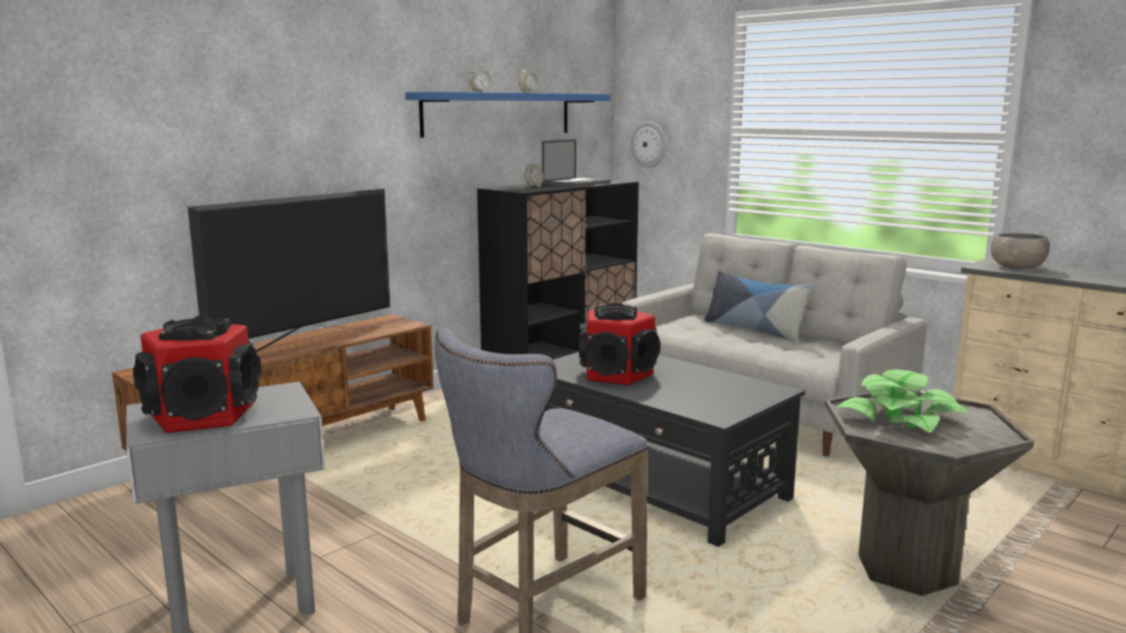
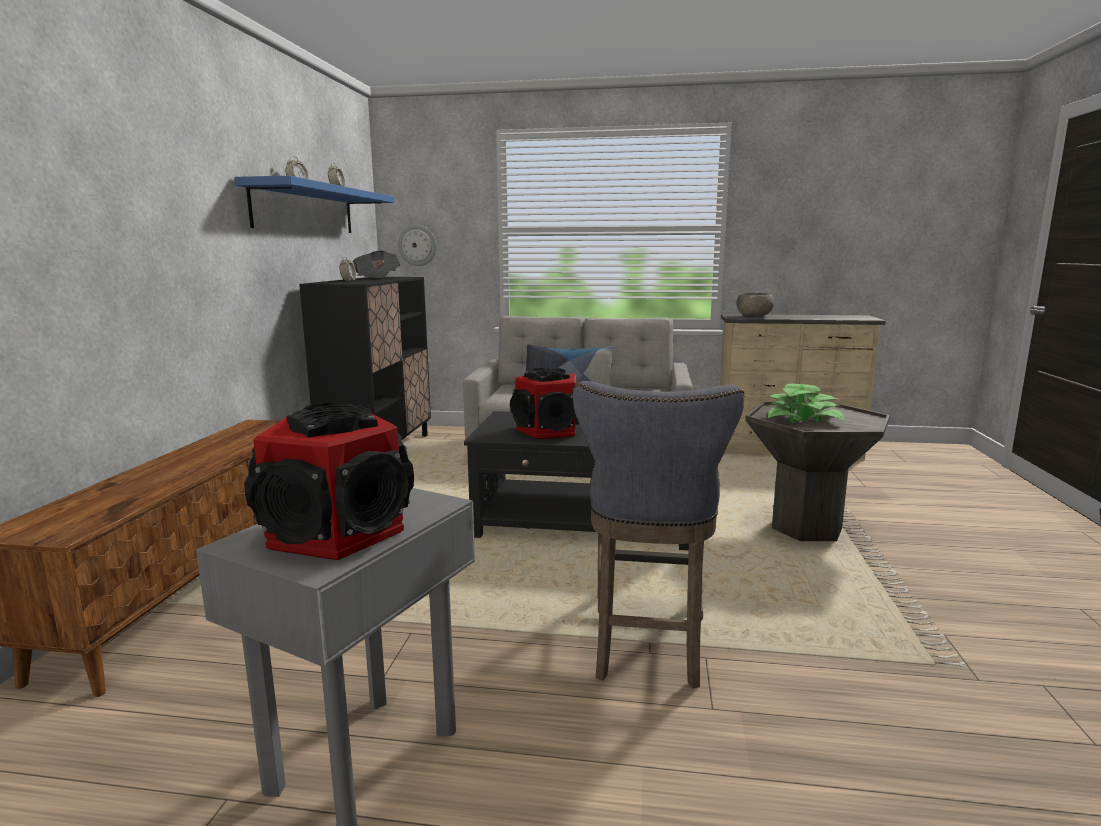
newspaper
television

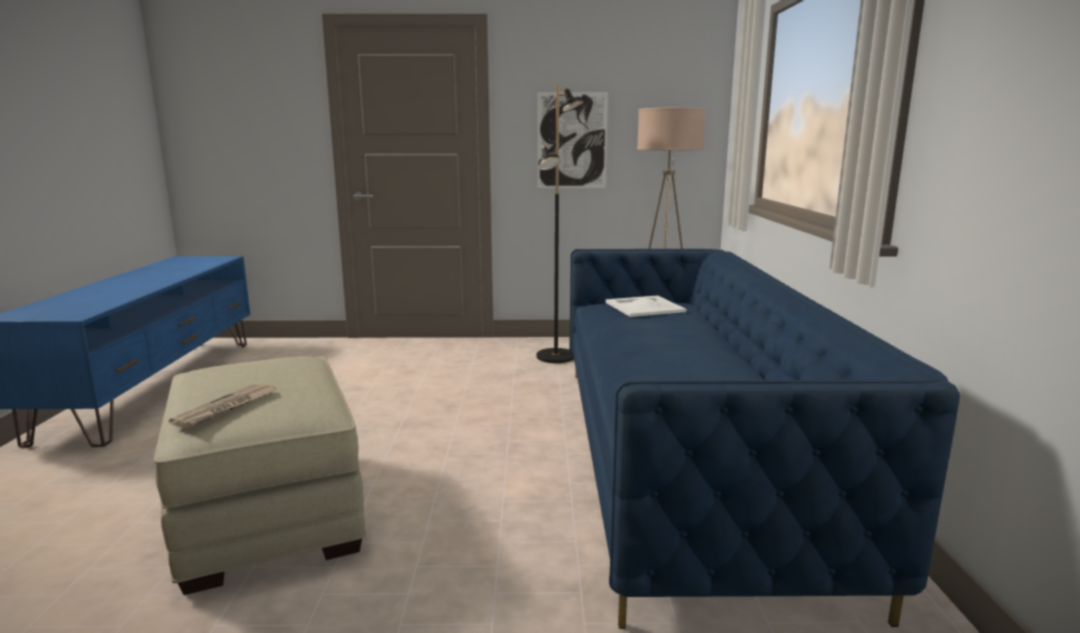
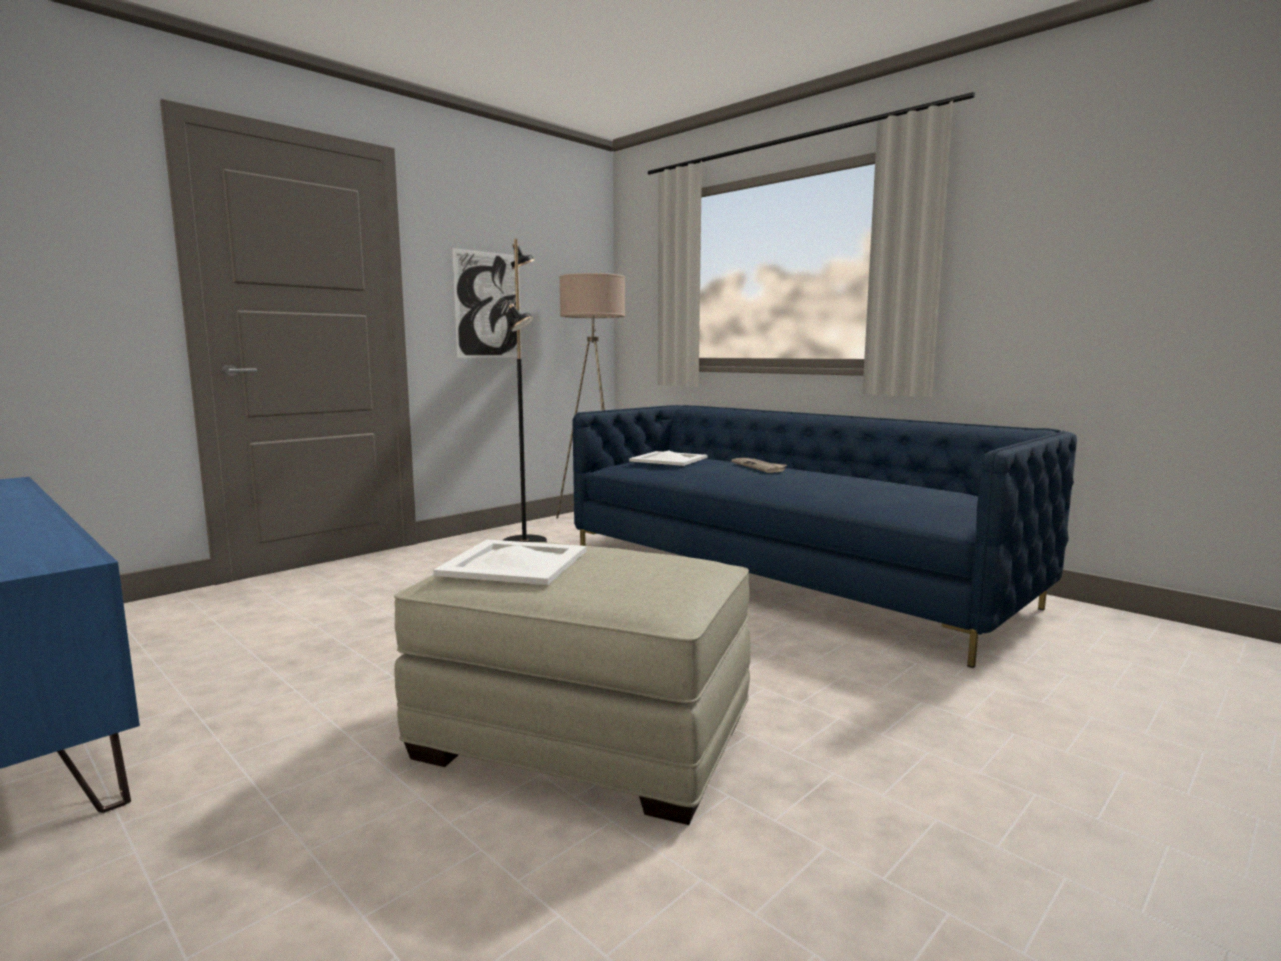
white tray (1st from left)
newspaper

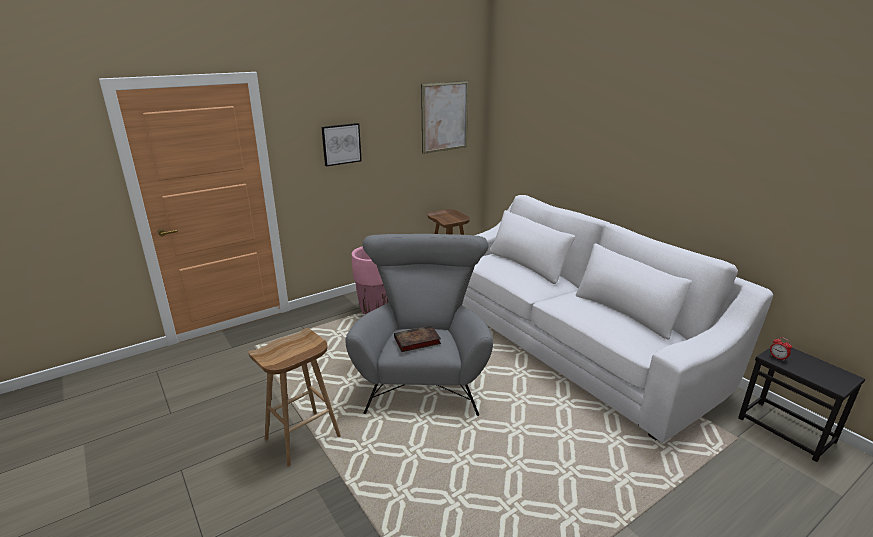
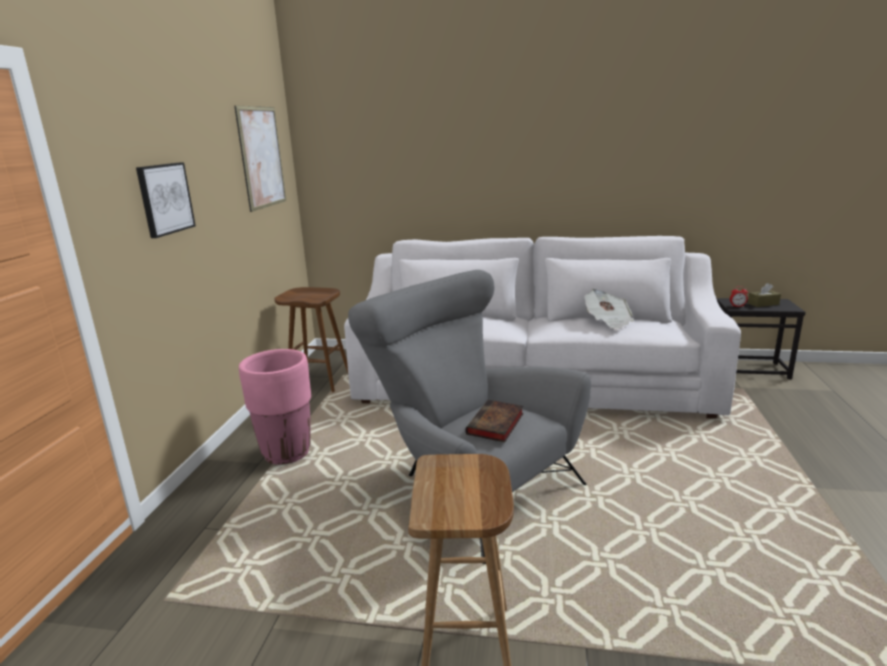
newspaper
brown tissue box

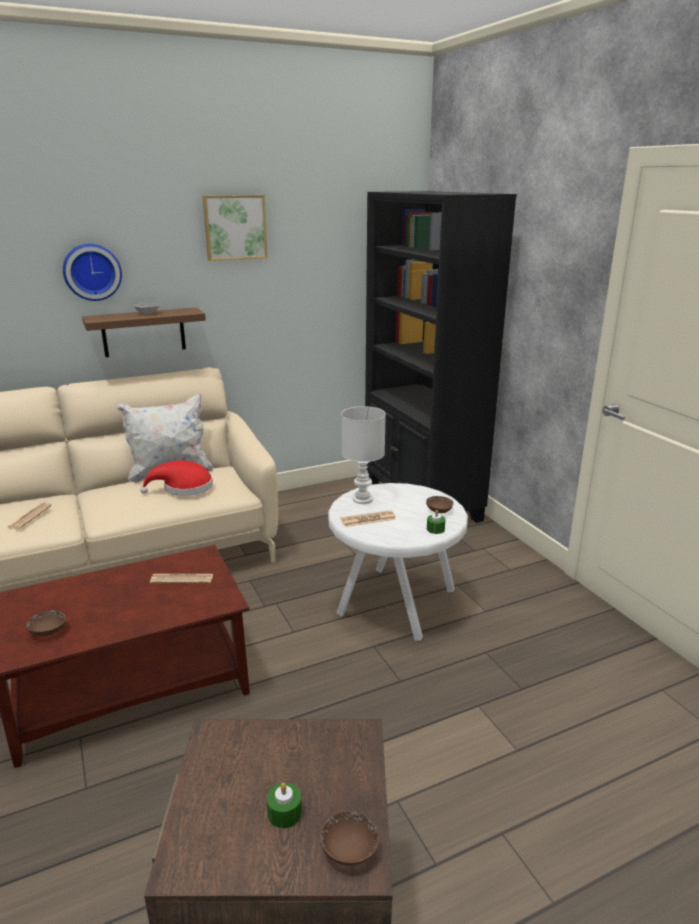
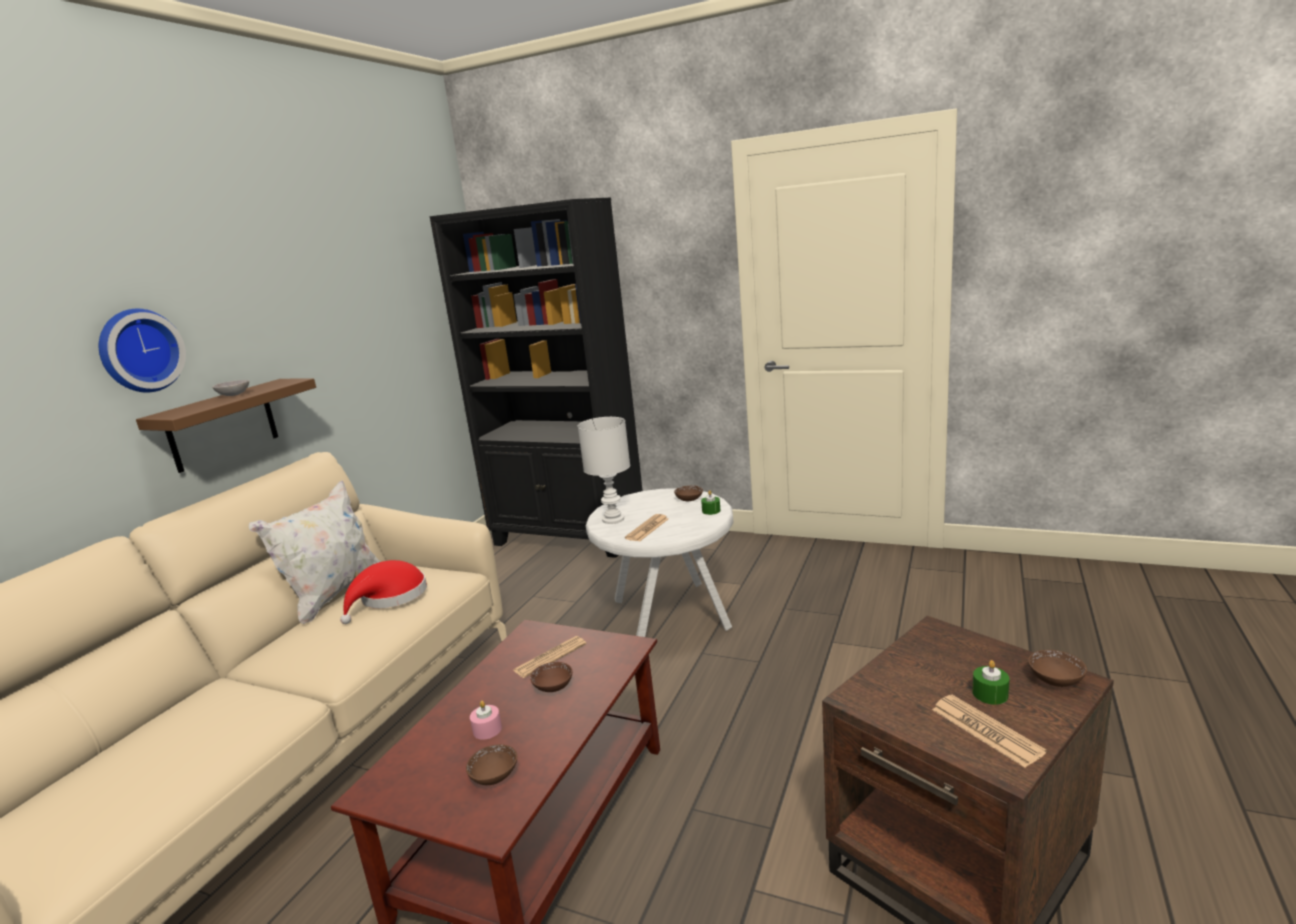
pink candle
brown bowl (2nd from left)
newspaper (3rd from left)
picture

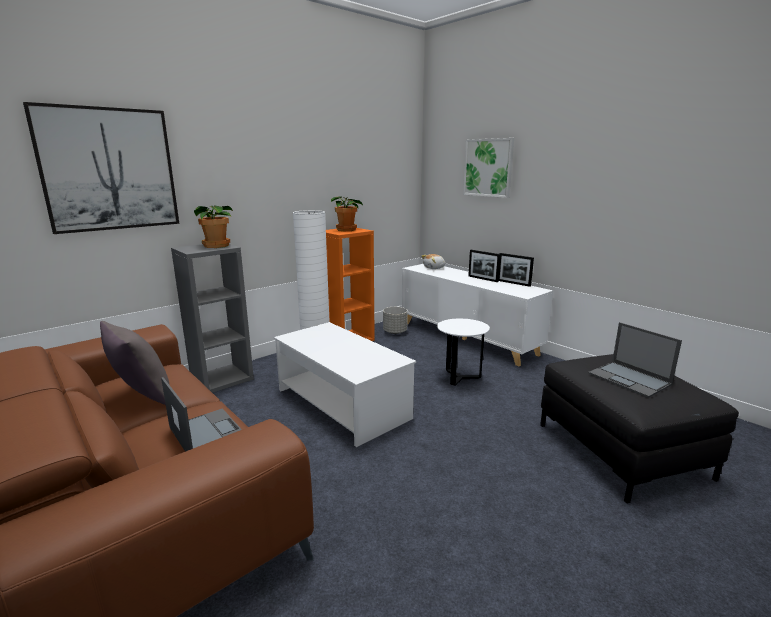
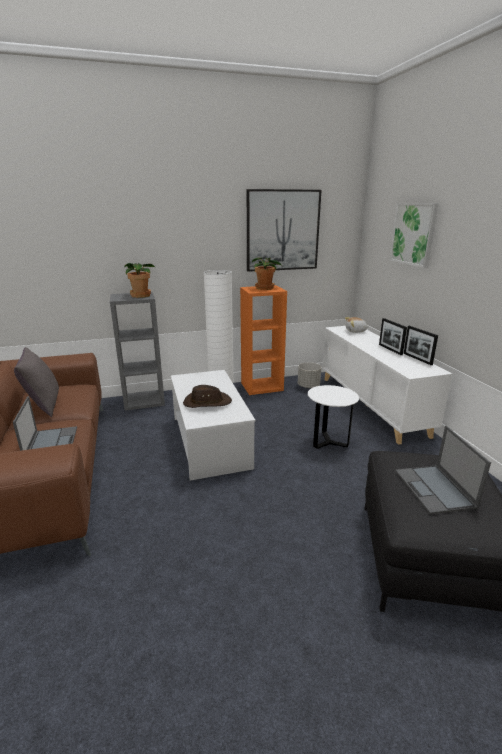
brown hat
picture (1st from left)

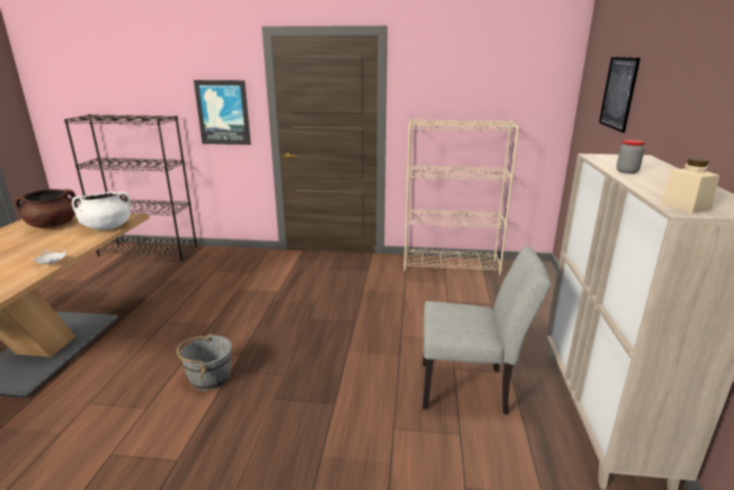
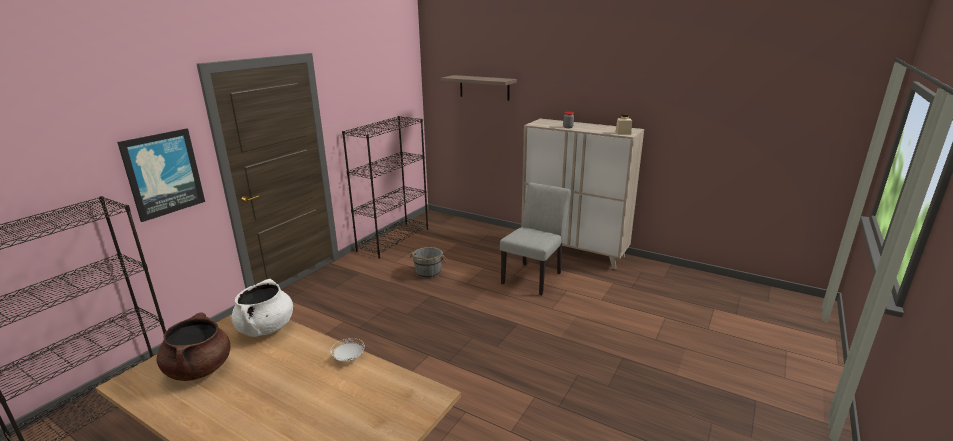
black bookcase (2nd from left)
grey bucket
shelf

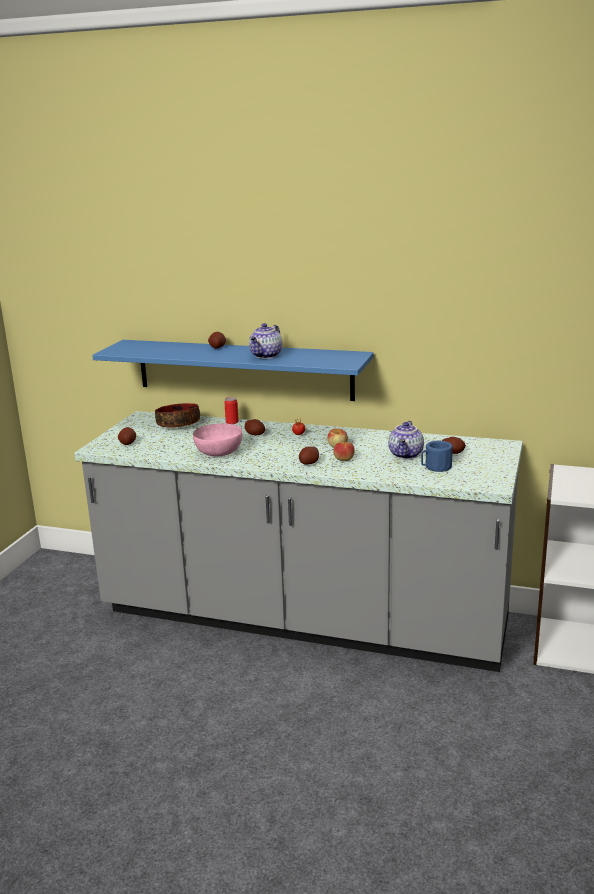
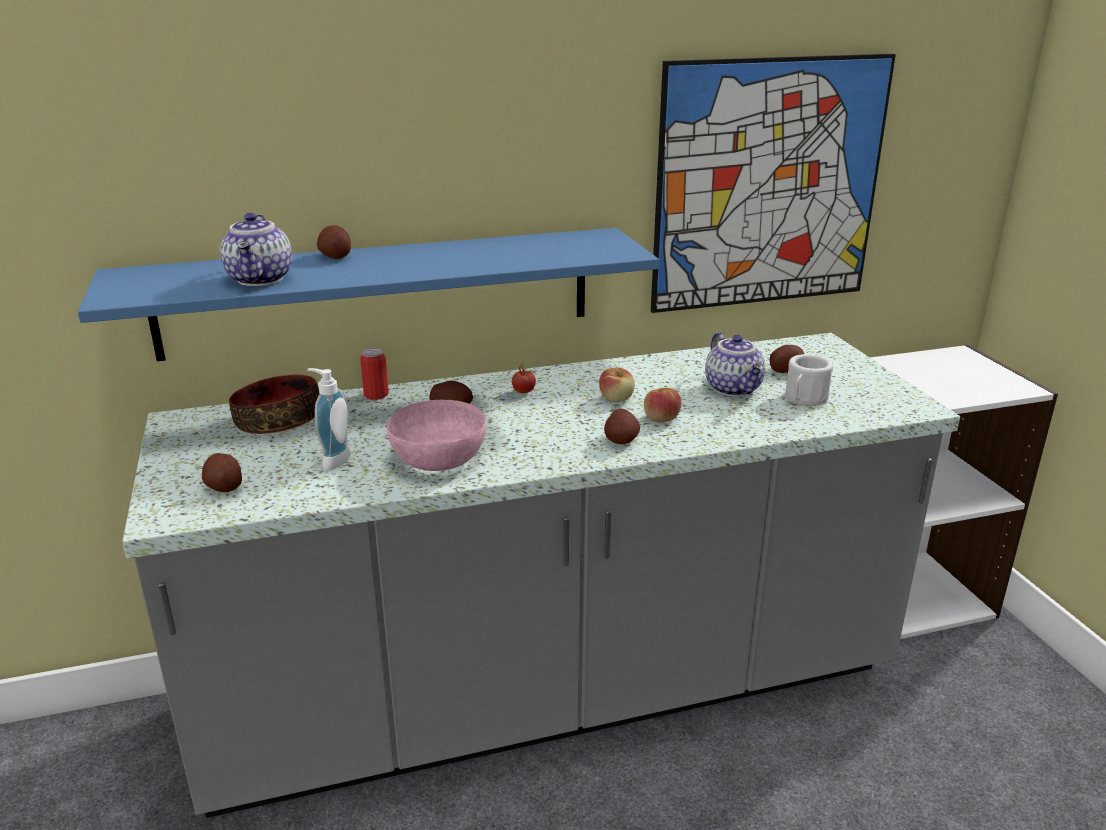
teapot (1st from left)
soap dispenser
picture
white mug

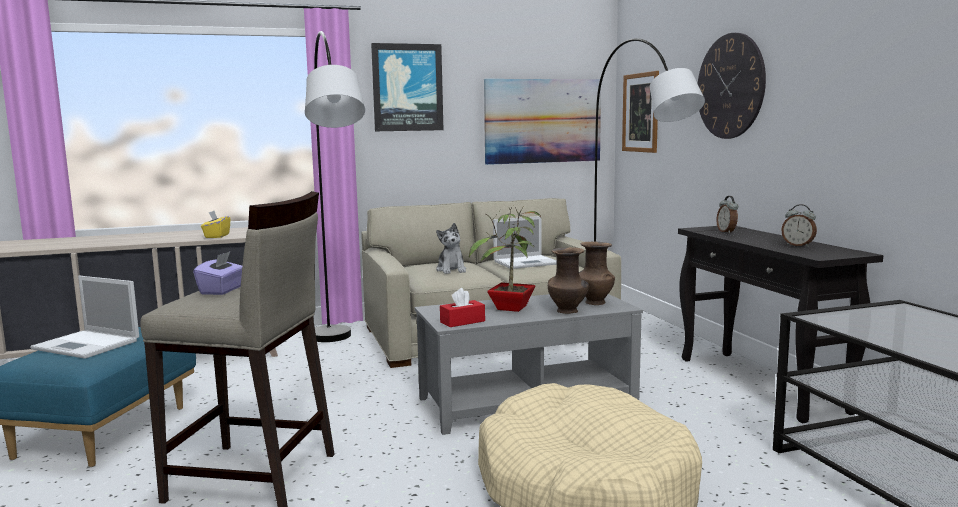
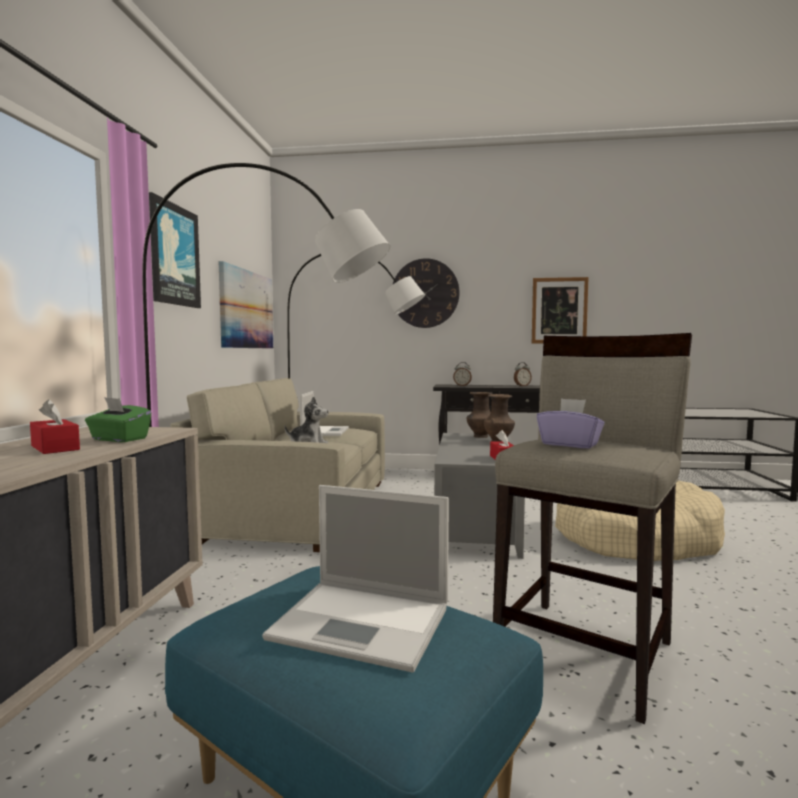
red tissue box (1st from left)
green tissue box
laptop (2nd from left)
picture (3rd from left)
potted plant

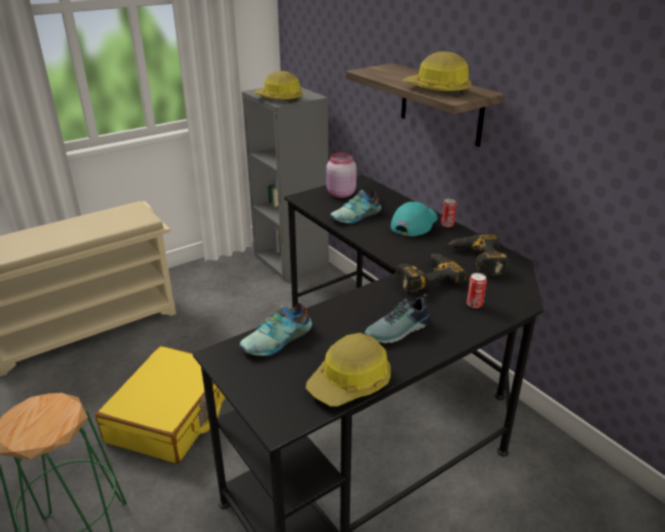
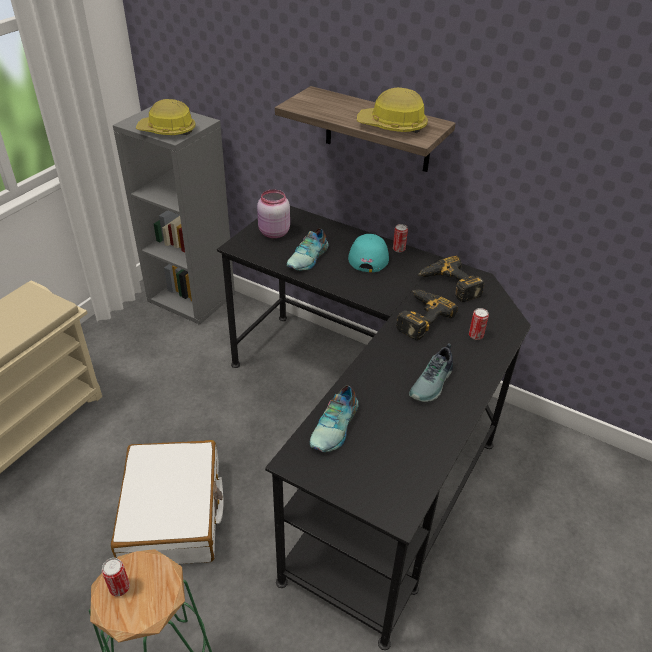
can (1st from left)
white suitcase
hard hat (2nd from left in the first image)

